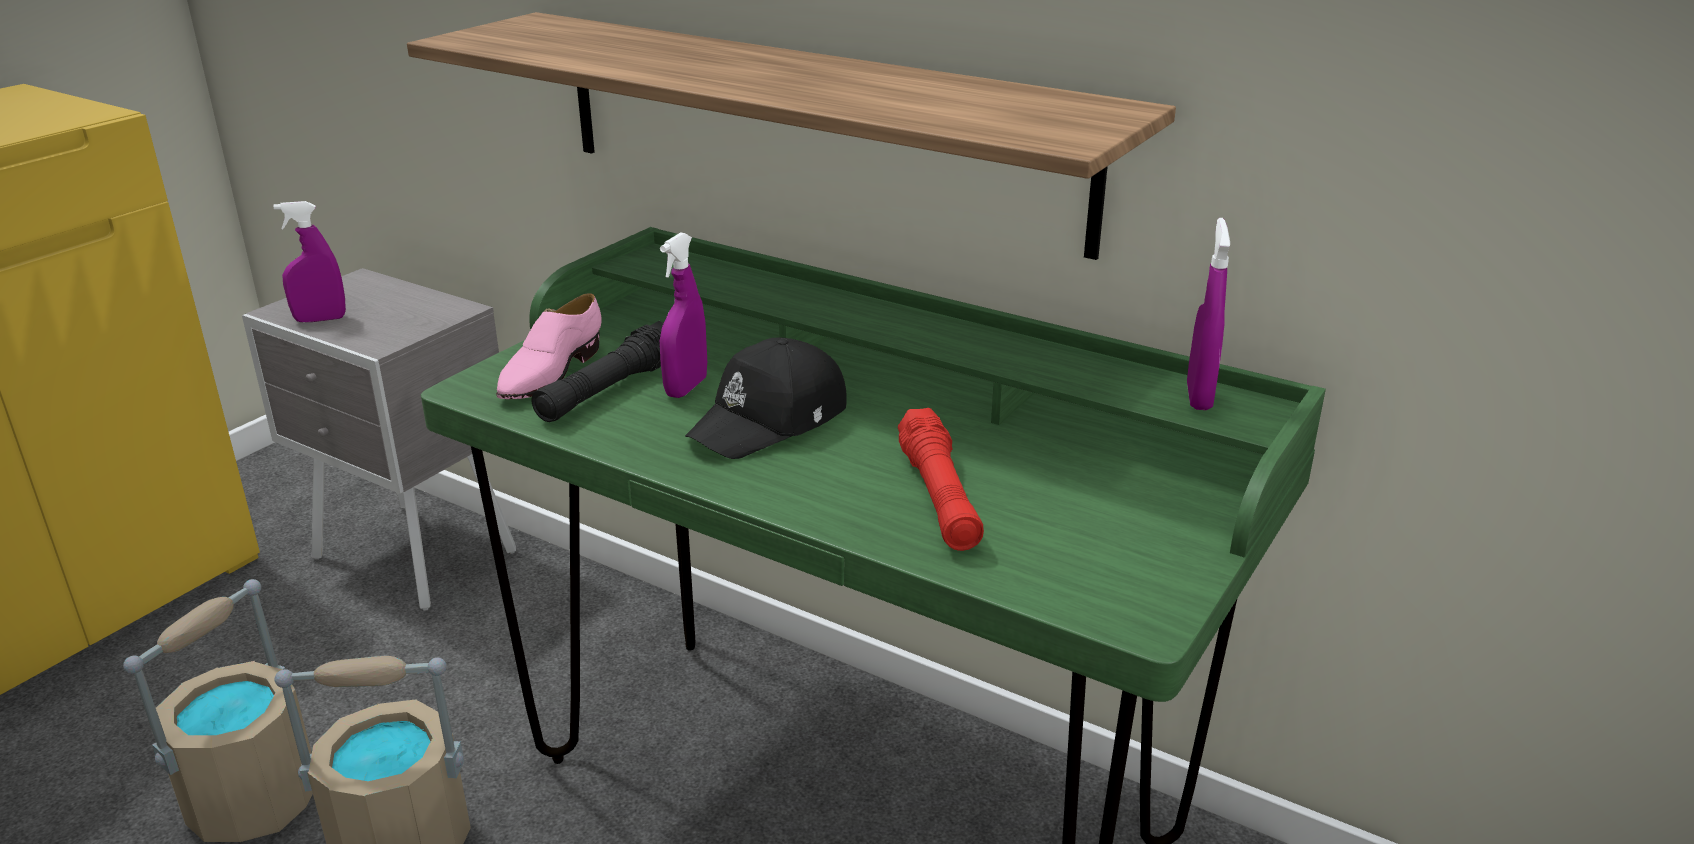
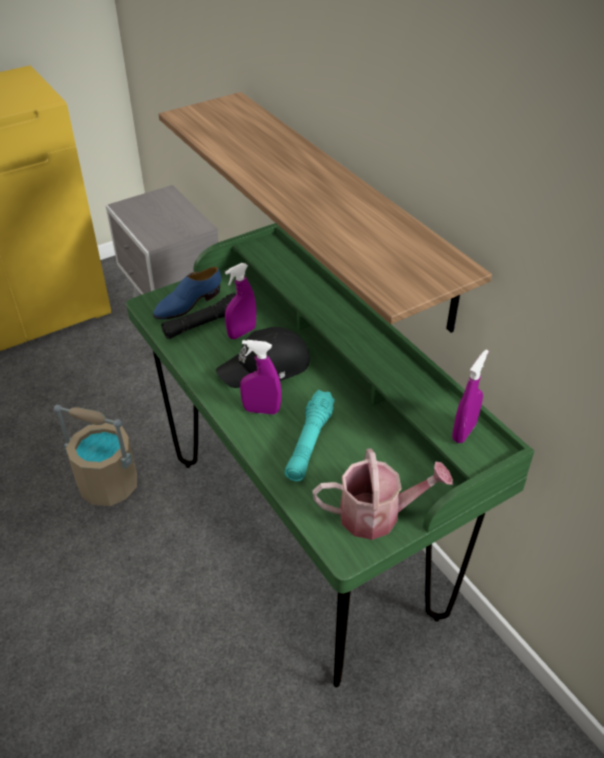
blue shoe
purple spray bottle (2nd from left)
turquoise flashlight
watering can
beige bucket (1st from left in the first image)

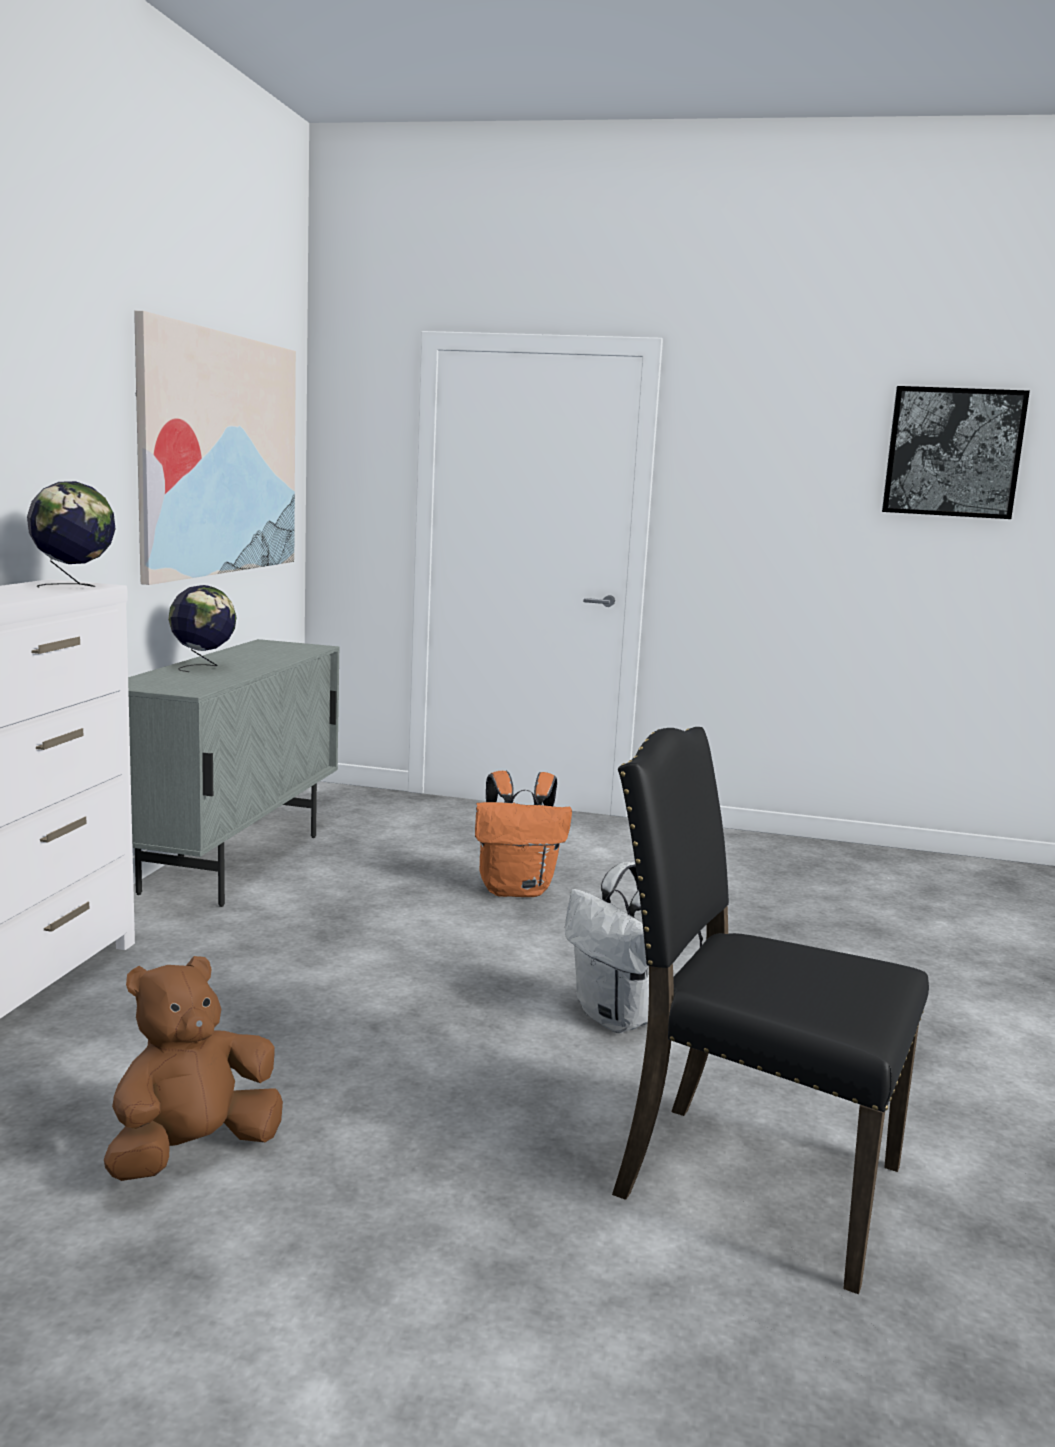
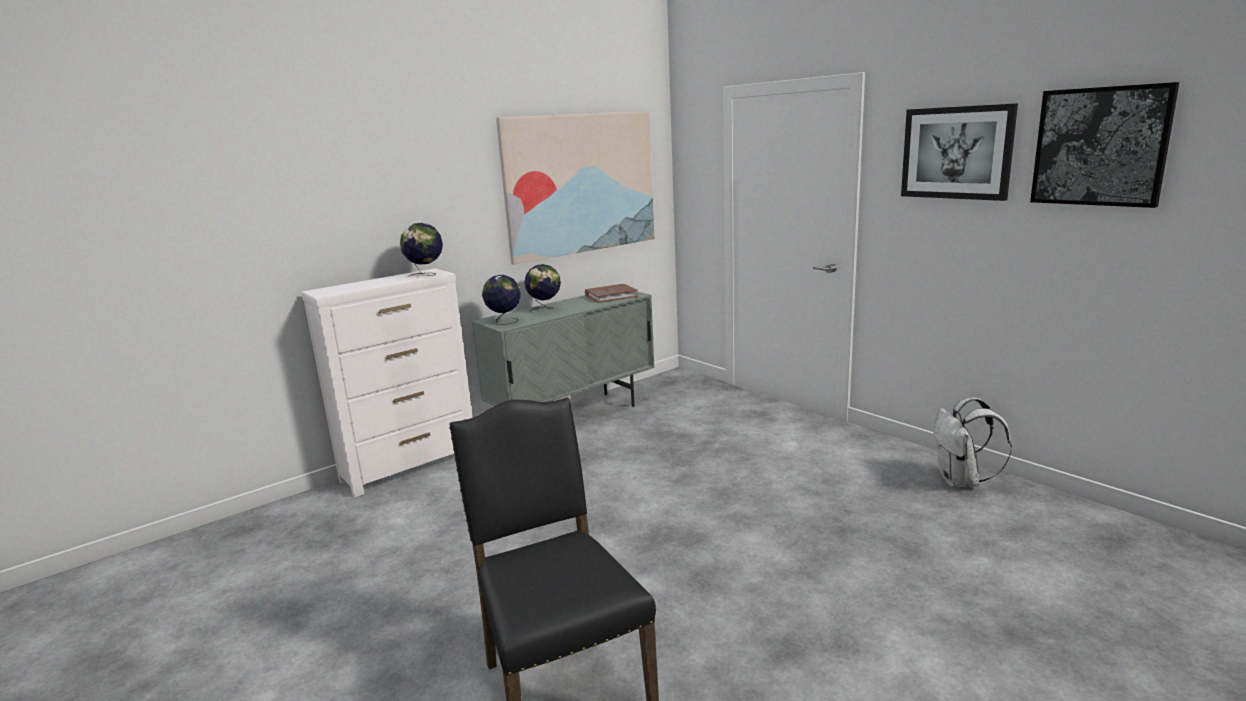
globe (2nd from left)
brown book
picture (2nd from left)
white backpack
brown plush toy
orange backpack

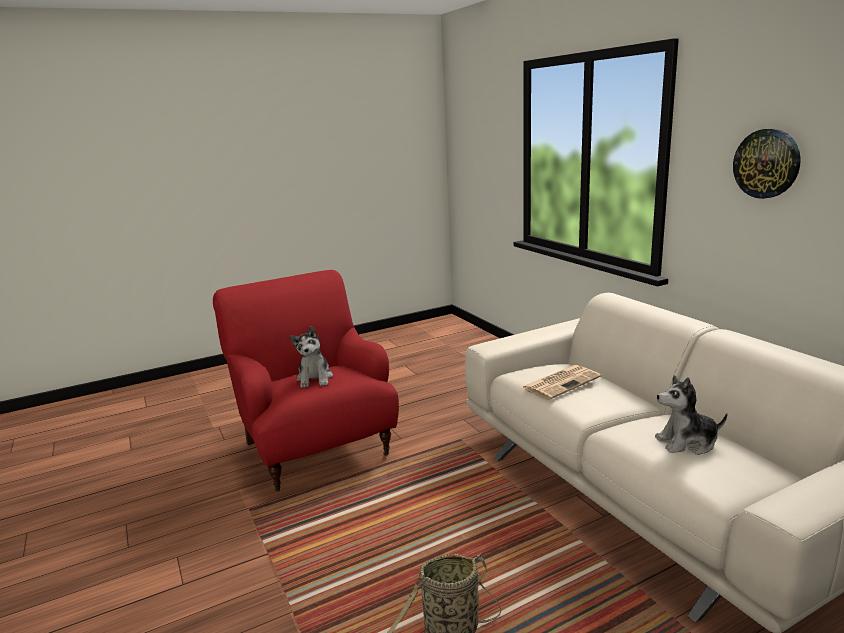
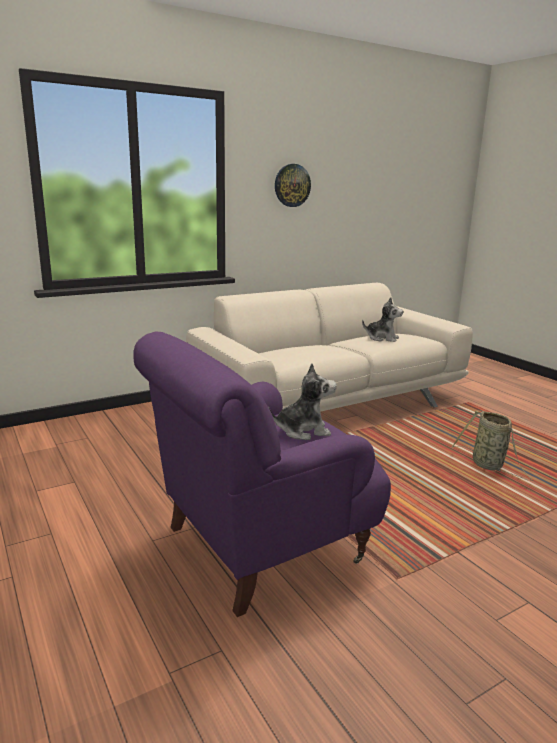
purple armchair
plush toy (2nd from left)
newspaper

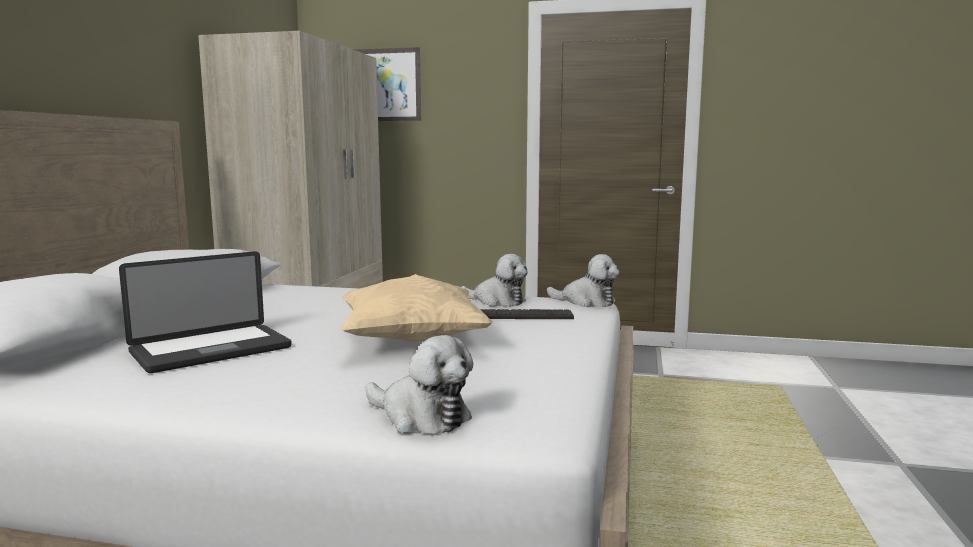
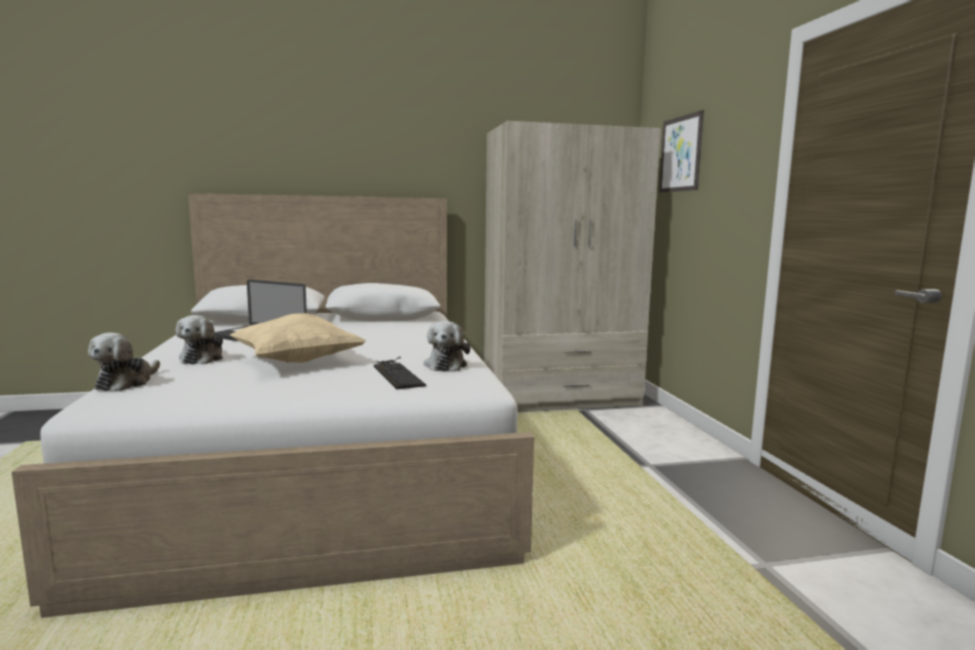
plush toy (2nd from left)

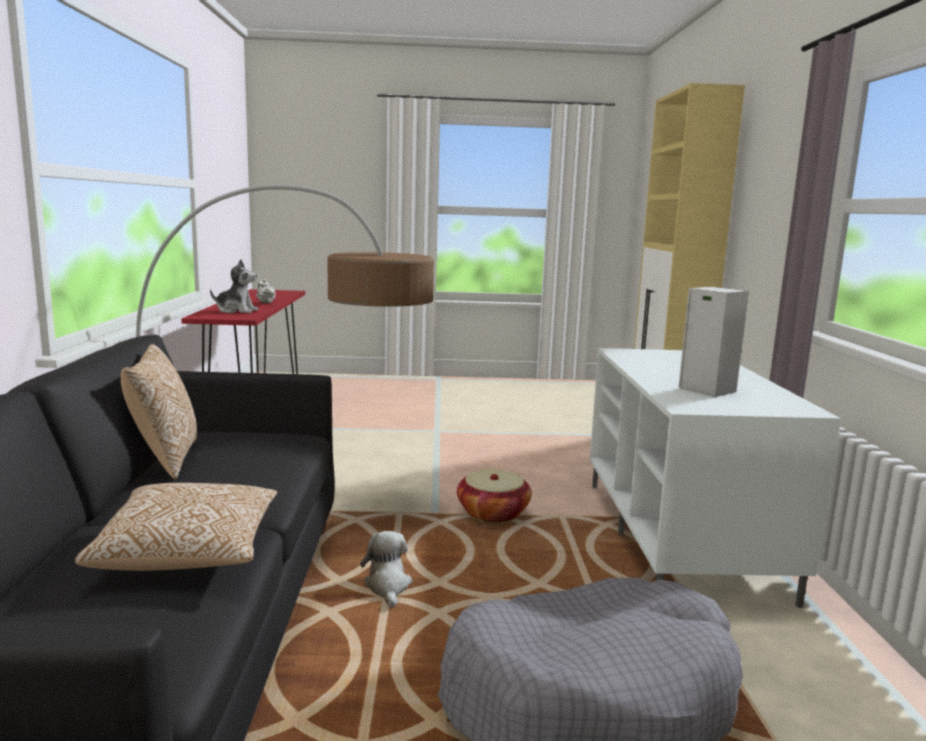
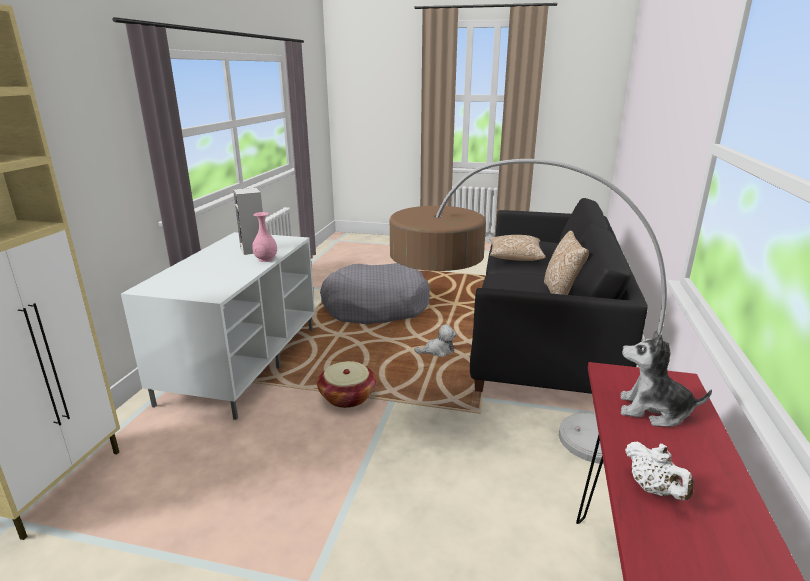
pink vase
plush toy (1st from left)

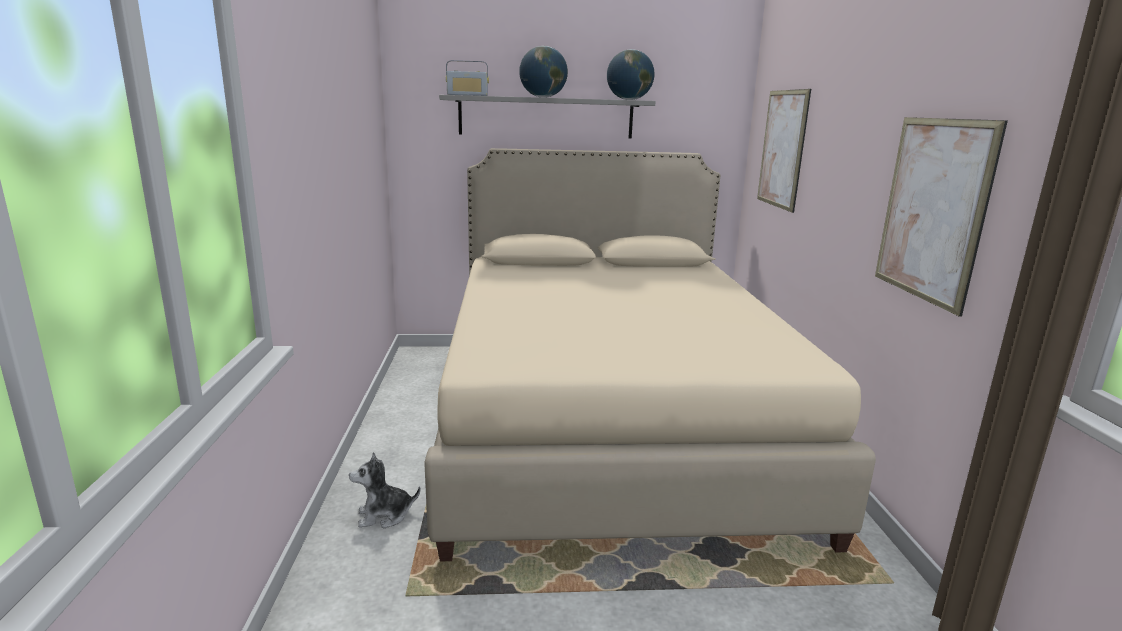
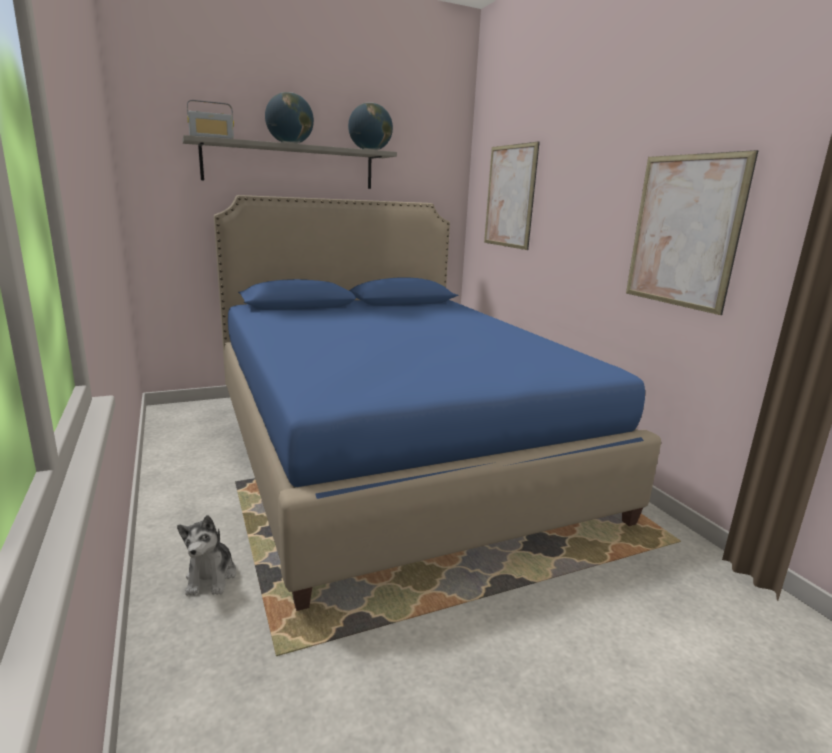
plush toy
blue bed

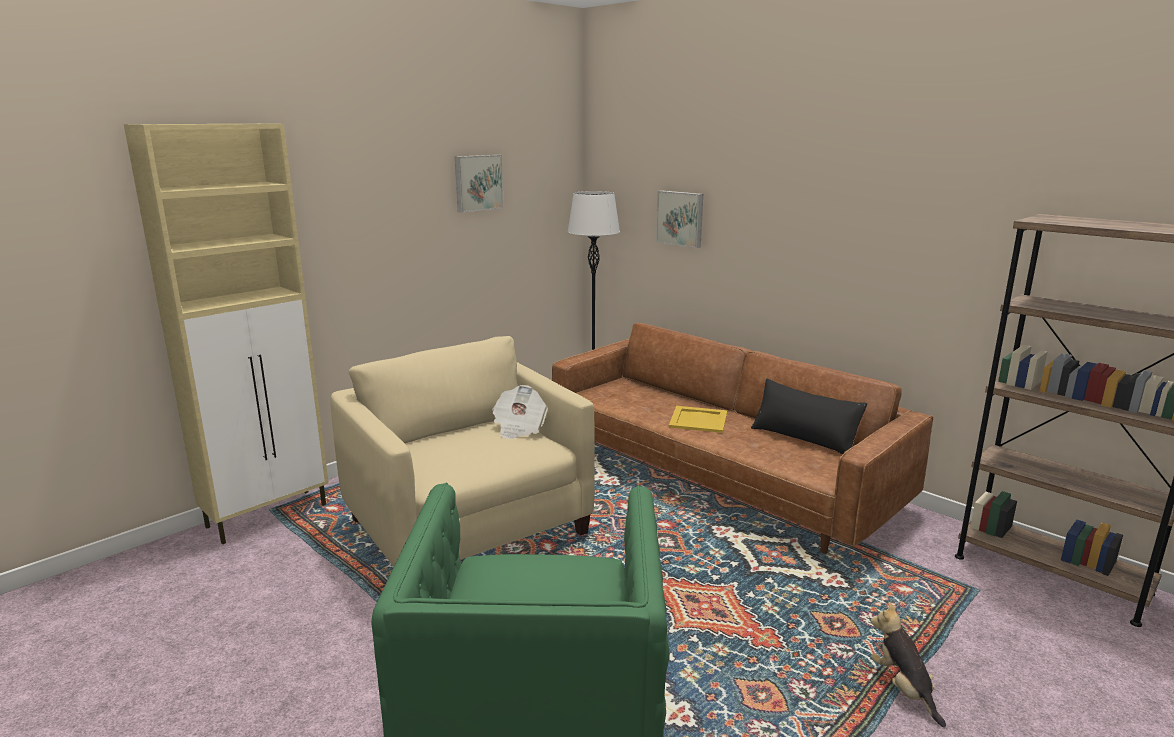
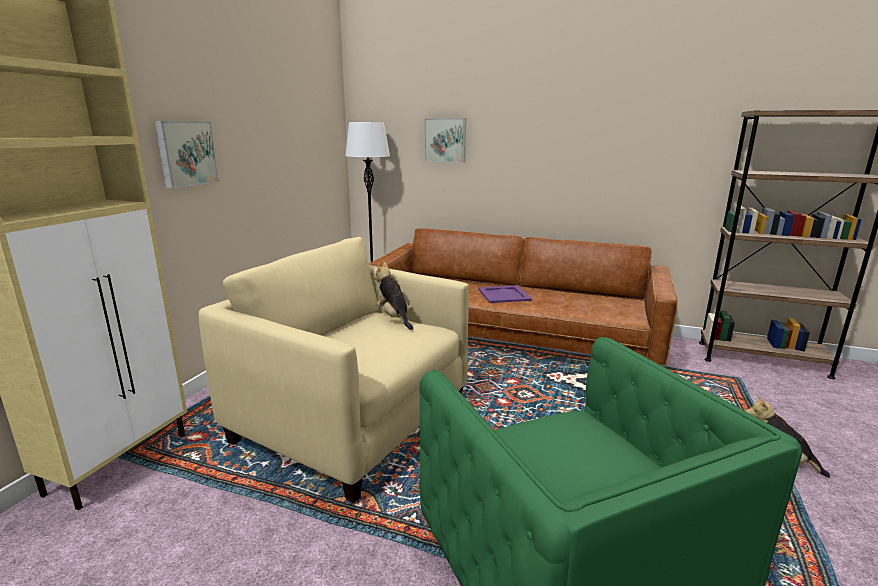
picture (1st from left)
plush toy (1st from left)
purple tray
black pillow

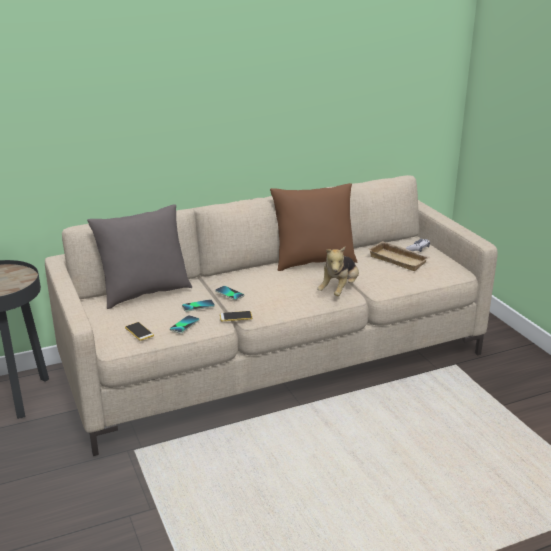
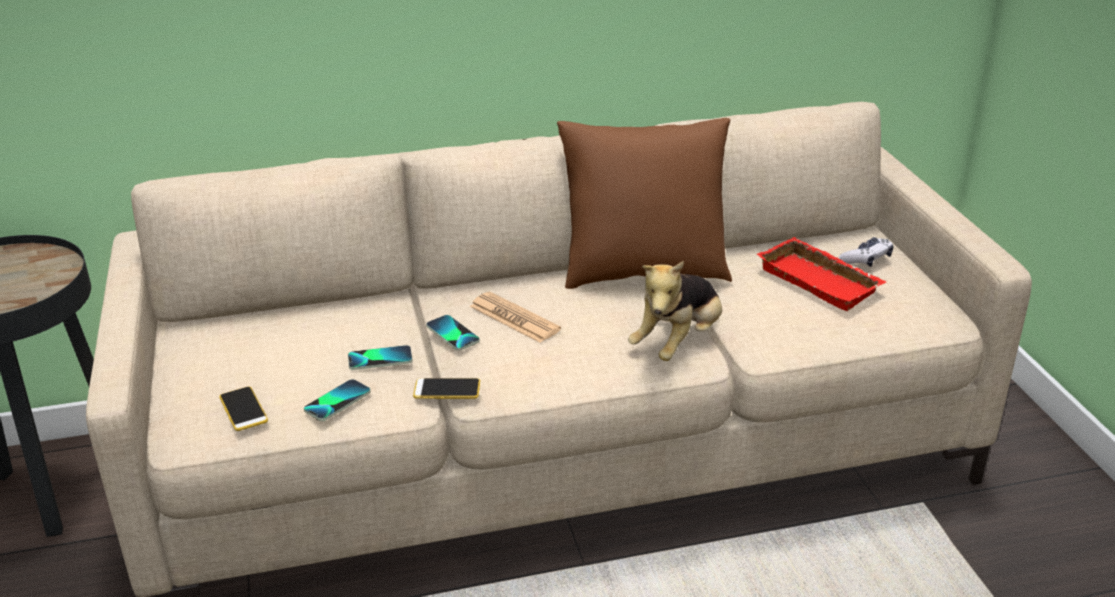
newspaper
red tray
grey pillow

